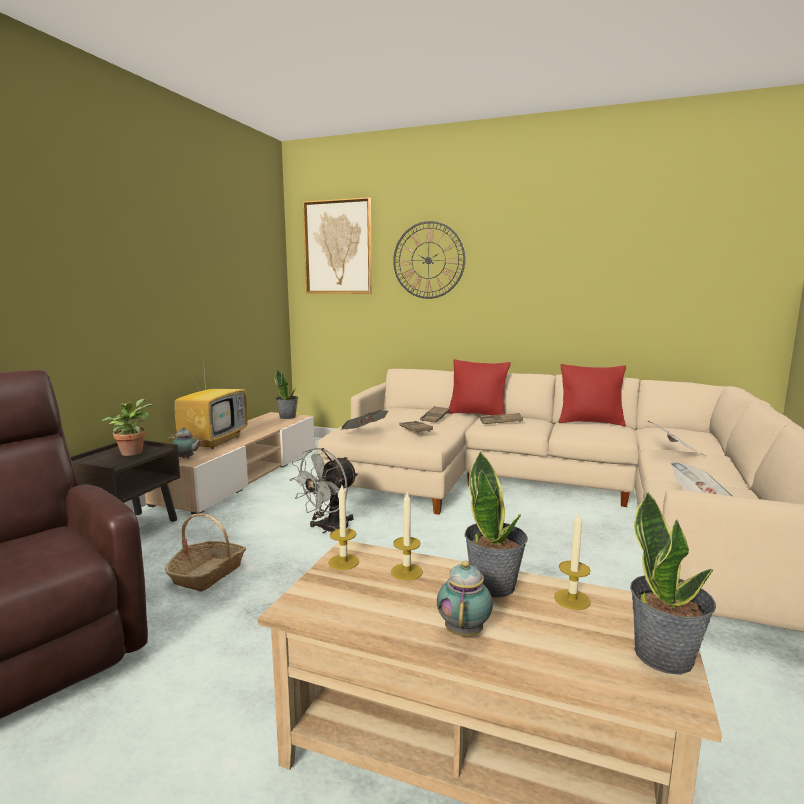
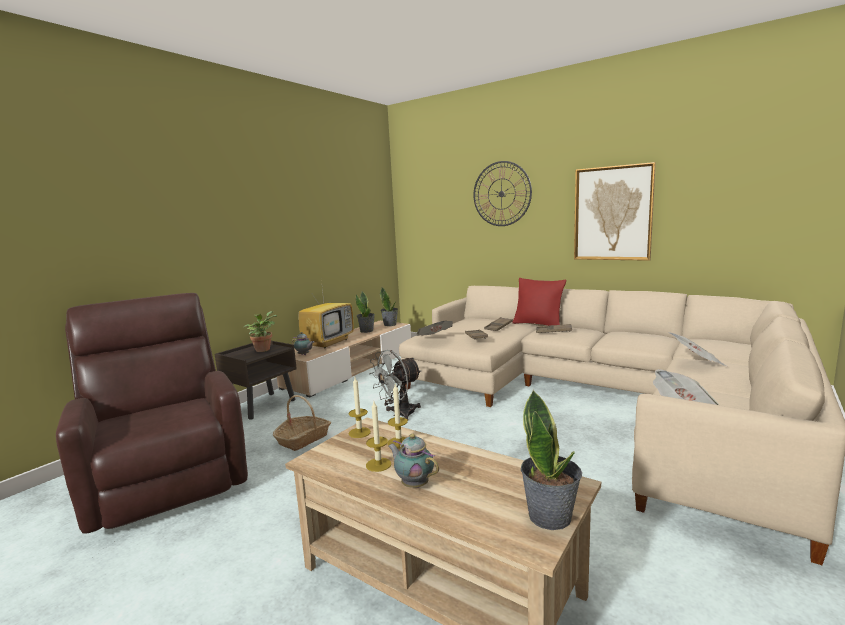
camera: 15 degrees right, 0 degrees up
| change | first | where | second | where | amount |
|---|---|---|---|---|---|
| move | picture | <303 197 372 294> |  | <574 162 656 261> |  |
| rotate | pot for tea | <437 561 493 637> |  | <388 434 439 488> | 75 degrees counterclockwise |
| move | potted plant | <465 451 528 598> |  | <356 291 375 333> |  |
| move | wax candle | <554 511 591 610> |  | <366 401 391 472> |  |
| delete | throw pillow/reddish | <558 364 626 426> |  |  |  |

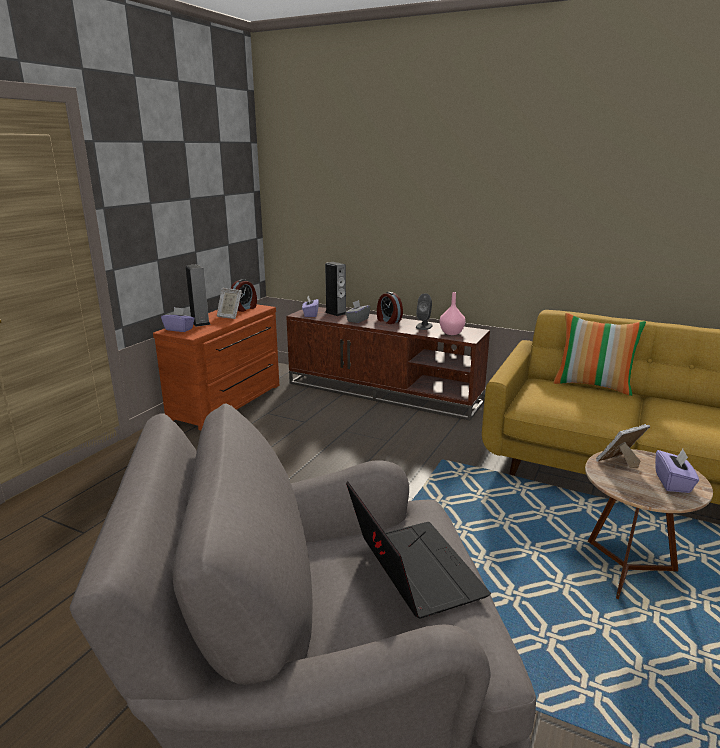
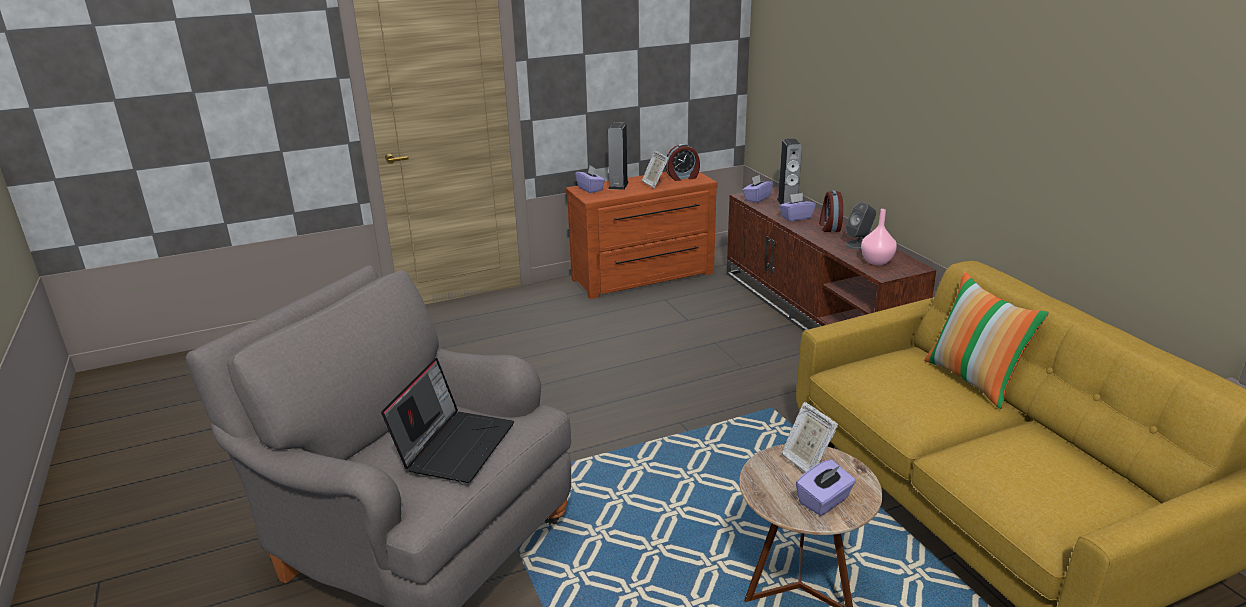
camera: 40 degrees right, 5 degrees up
| change | first | where | second | where | amount |
|---|---|---|---|---|---|
| recolor | box of tissues/gray | <345 300 370 323> | box of tissues/purplish | <779 193 816 222> |  |
| rotate | picture frame | <596 424 650 468> |  | <781 402 838 472> | 135 degrees counterclockwise |

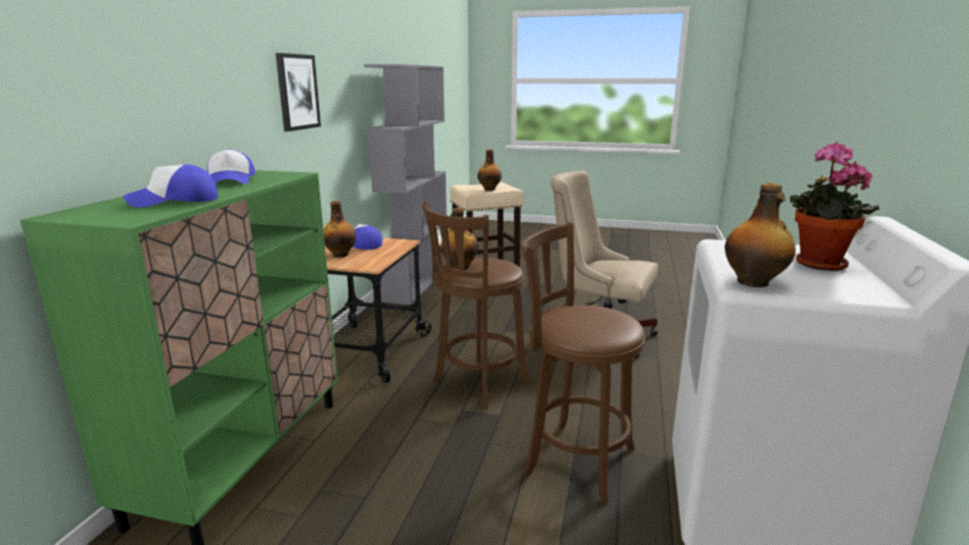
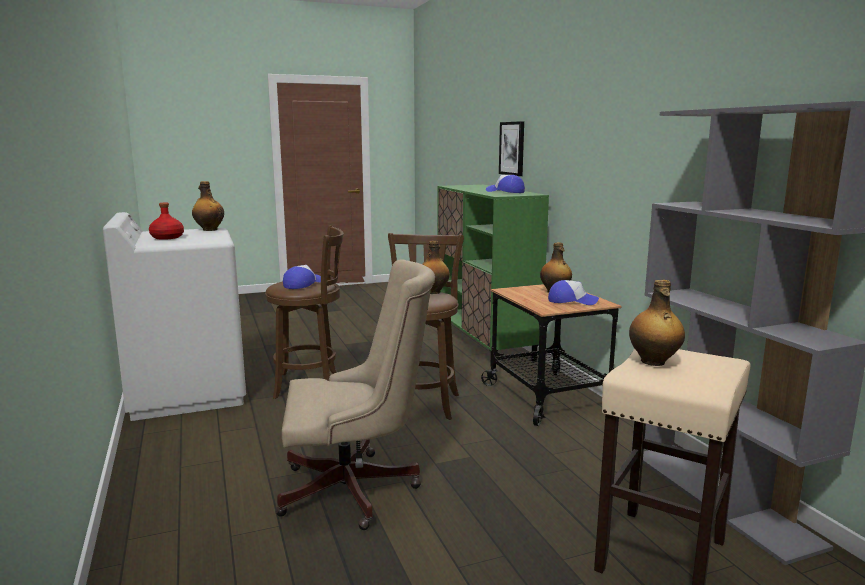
camera: 145 degrees right, 5 degrees down
| change | first | where | second | where | amount |
|---|---|---|---|---|---|
| move | cap | <123 164 218 208> |  | <283 265 321 289> |  |
| move | picture | <276 53 321 131> |  | <499 121 524 176> |  |
| replace | potted plant | <790 142 879 271> | drink bottle/reddish | <149 203 184 240> |  |

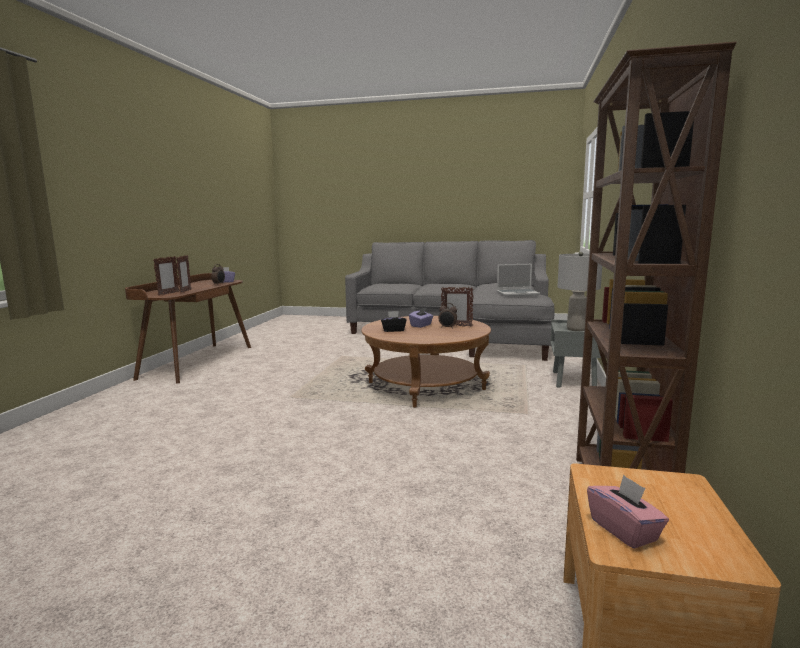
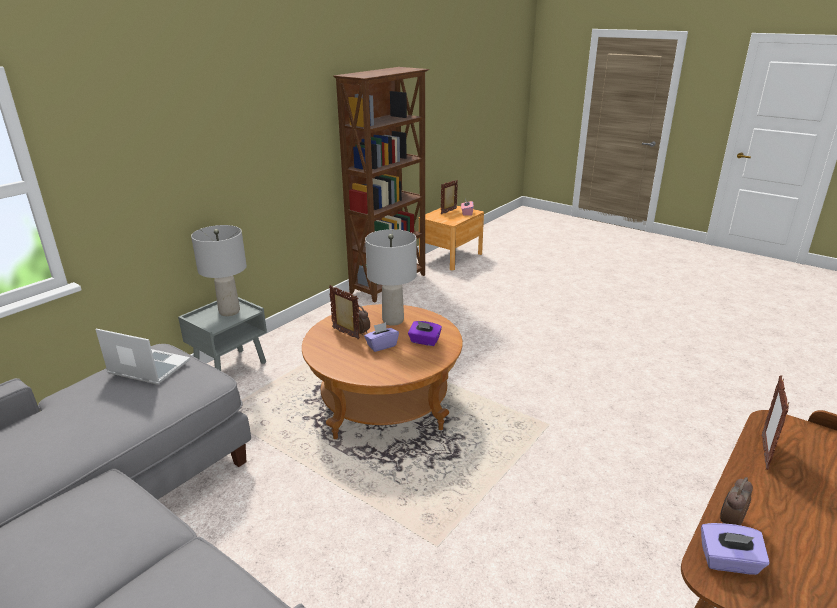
camera: 155 degrees left, 15 degrees up
| change | first | where | second | where | amount |
|---|---|---|---|---|---|
| move | picture frame | <153 256 179 296> |  | <441 180 458 214> |  |
| recolor | box of tissues/black-coloured | <381 311 406 332> | box of tissues/purplish | <408 321 442 346> |  |
| insert |  |  | lamp for a table/gray | <365 229 417 326> |  |

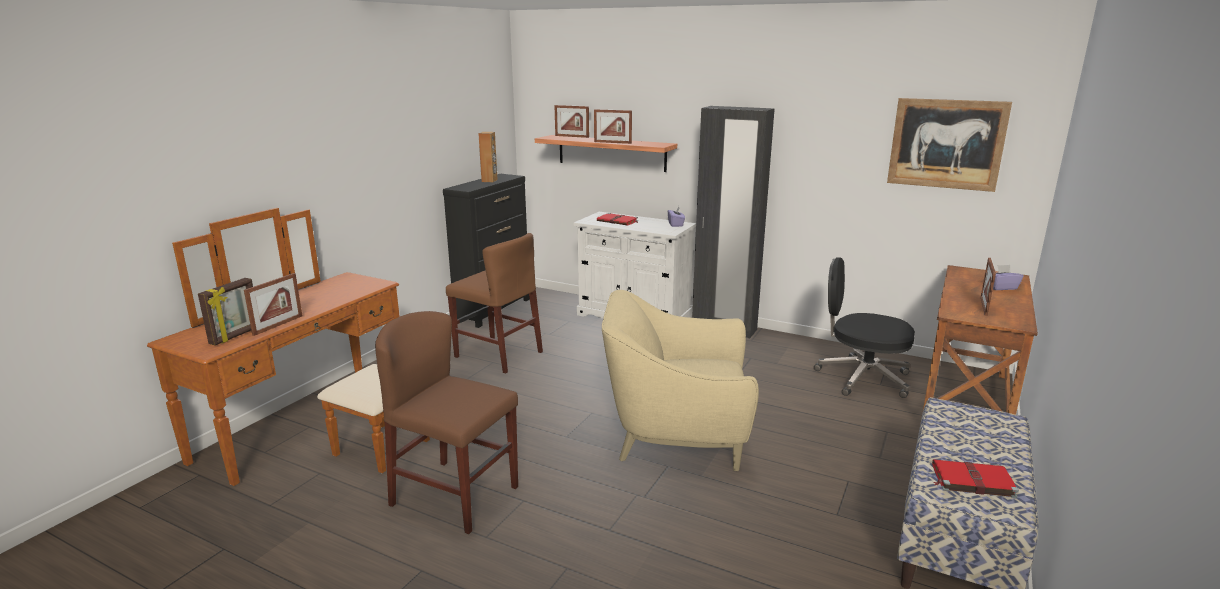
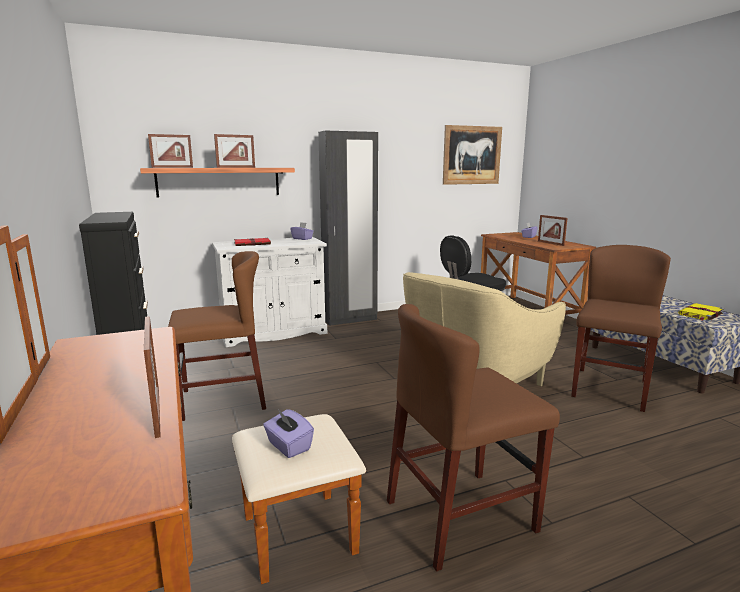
camera: 50 degrees left, 5 degrees down
| change | first | where | second | where | amount |
|---|---|---|---|---|---|
| delete | picture frame | <198 278 253 345> |  |  |  |
| delete | loudspeaker/brownish | <478 132 498 182> |  |  |  |
| recolor | volume/reddish | <932 459 1019 498> | volume/yellowish | <678 303 724 321> |  |
| insert |  |  | box of tissues/purplish | <263 409 314 458> |  |
| insert |  |  | upright chair/brownish | <571 245 671 412> |  |

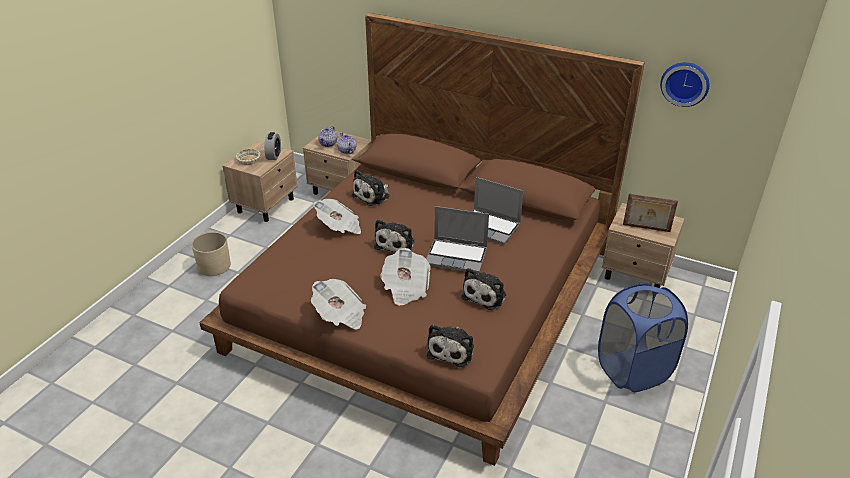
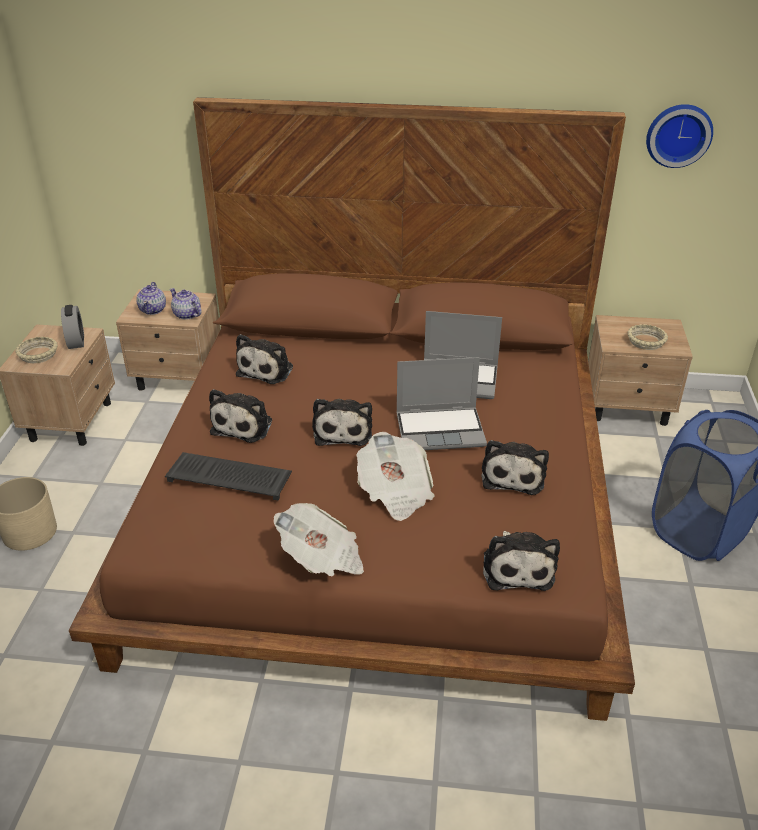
camera: 20 degrees left, 0 degrees up
| change | first | where | second | where | amount |
|---|---|---|---|---|---|
| replace | daily paper | <313 199 361 234> | plush toy | <209 389 272 443> |  |
| replace | picture frame | <623 194 678 232> | serving bowl/sand-coloured | <628 324 668 350> |  |
| insert |  |  | PC keyboard | <165 452 292 500> |  |

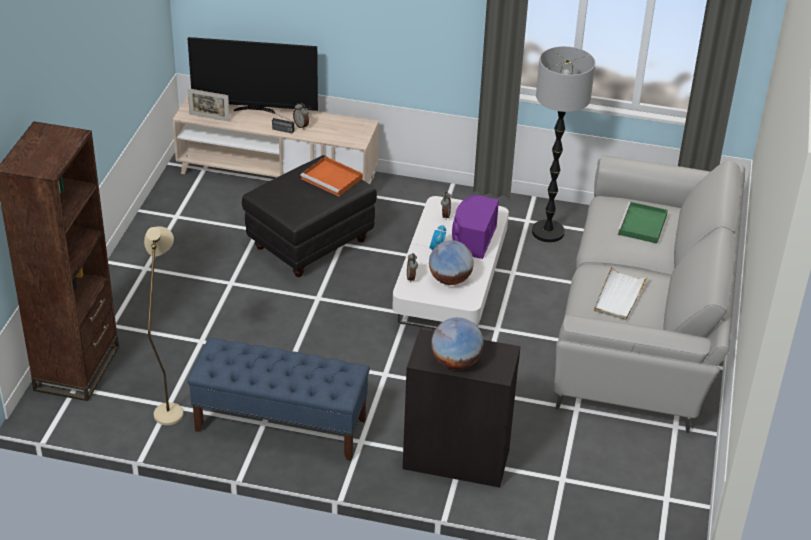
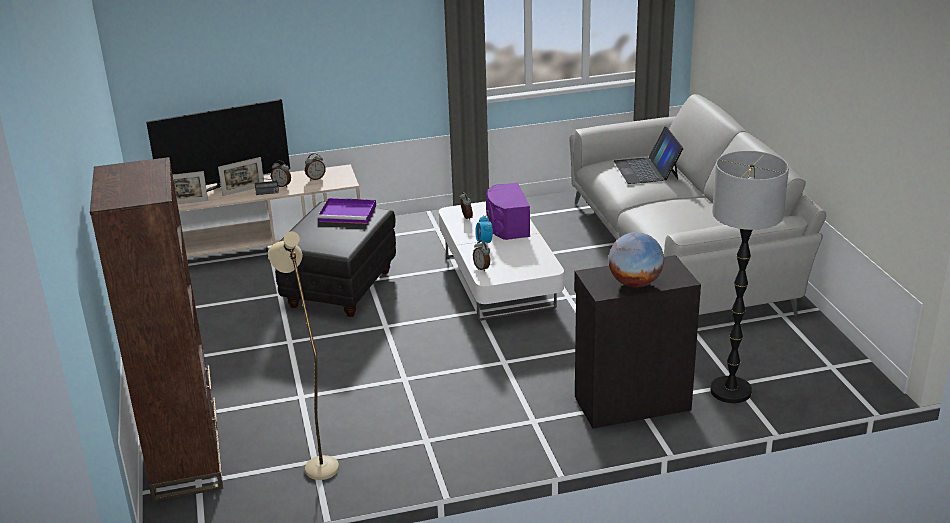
camera: 25 degrees left, 10 degrees down
| change | first | where | second | where | amount |
|---|---|---|---|---|---|
| delete | long seat/bluish | <187 337 370 461> |  |  |  |
| recolor | carrying tray/orange | <300 156 363 196> | carrying tray/purplish | <318 198 376 224> |  |
| delete | globe | <429 240 474 285> |  |  |  |
| move | standard lamp | <532 46 595 243> |  | <710 151 789 403> |  |
| delete | carrying tray/white | <594 267 649 320> |  |  |  |
| replace | carrying tray/greenish | <617 202 668 243> | portable computer | <614 126 683 184> |  |
| insert |  |  | picture frame | <218 157 264 196> |  |
| insert |  |  | bedside clock | <305 153 326 181> |  |

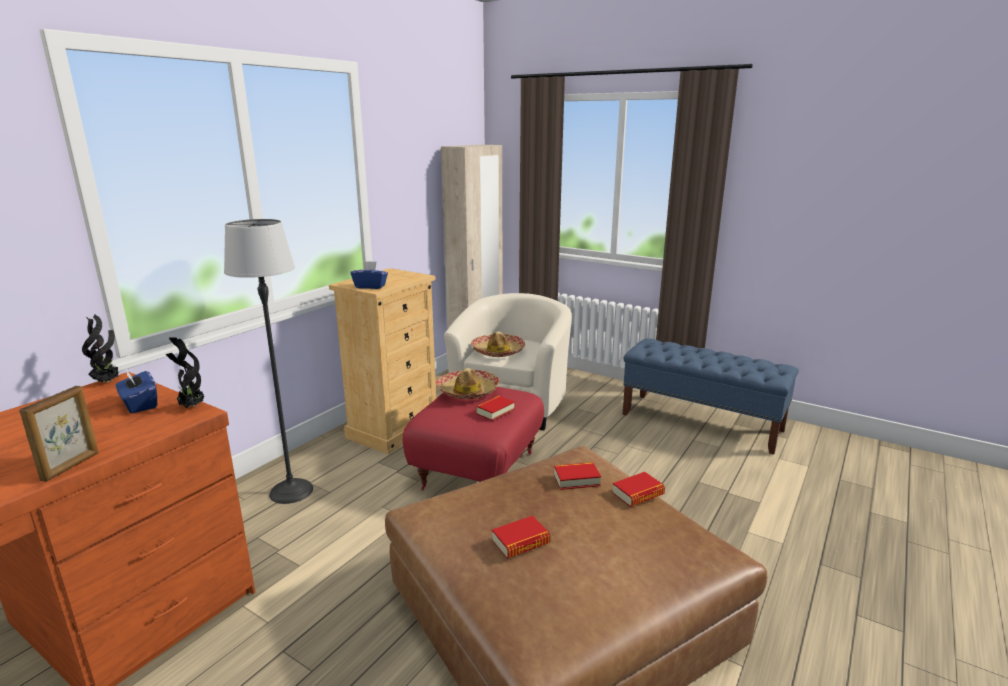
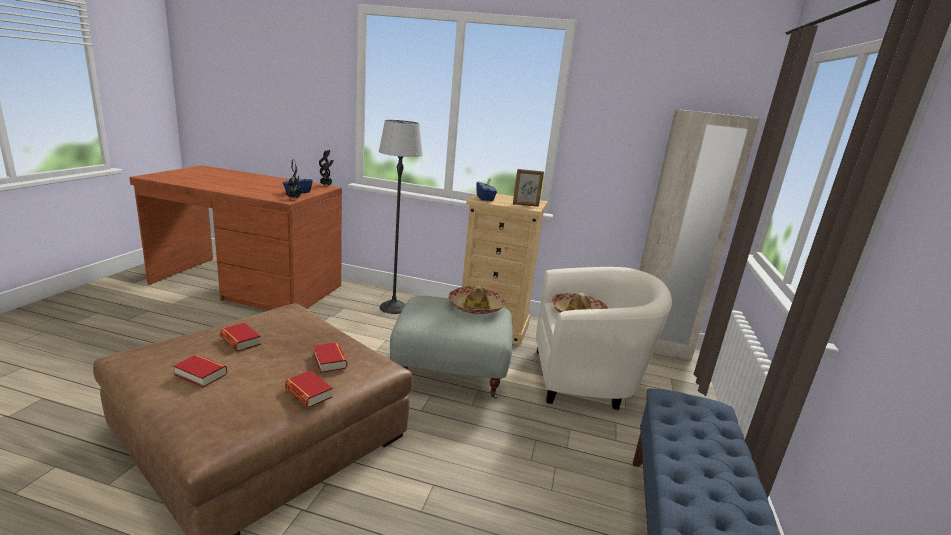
camera: 70 degrees right, 0 degrees up
| change | first | where | second | where | amount |
|---|---|---|---|---|---|
| move | picture frame | <19 386 99 482> |  | <513 169 544 207> |  |
| recolor | footrest/reddish | <403 387 544 490> | footrest/gray | <390 296 513 399> |  |
| move | volume | <476 396 515 421> |  | <173 354 227 388> |  |

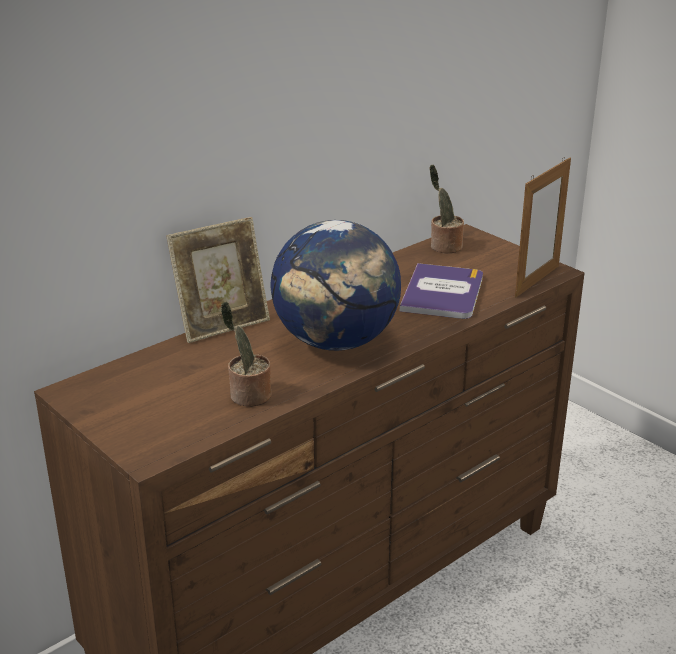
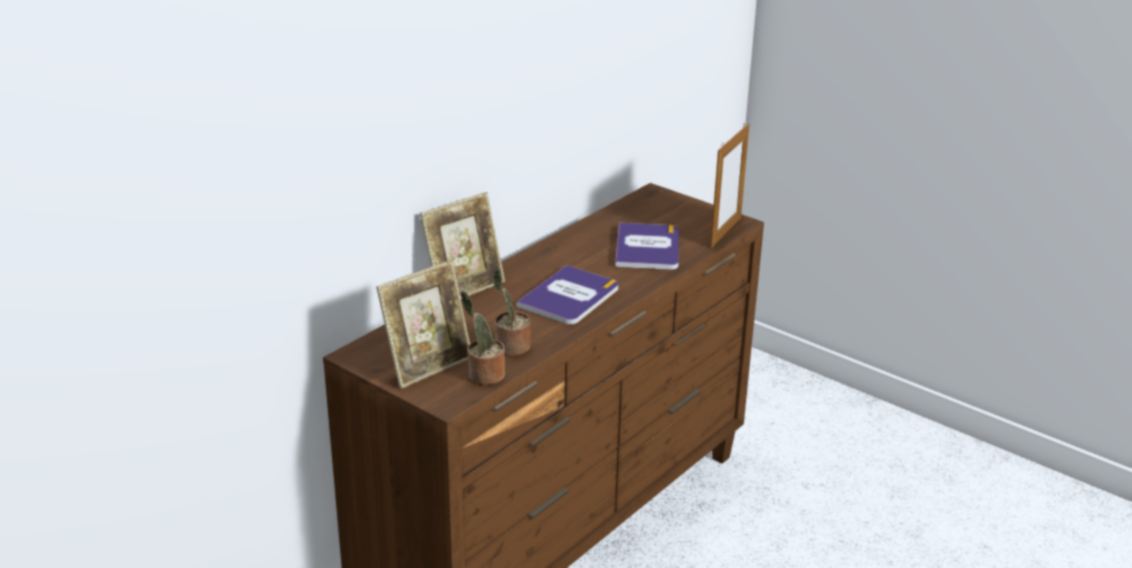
camera: 10 degrees left, 0 degrees up
| change | first | where | second | where | amount |
|---|---|---|---|---|---|
| replace | globe | <271 220 401 351> | volume | <517 265 619 325> |  |
| move | potted plant | <430 165 464 253> |  | <461 291 505 385> |  |
| insert |  |  | picture frame | <376 260 470 389> |  |

